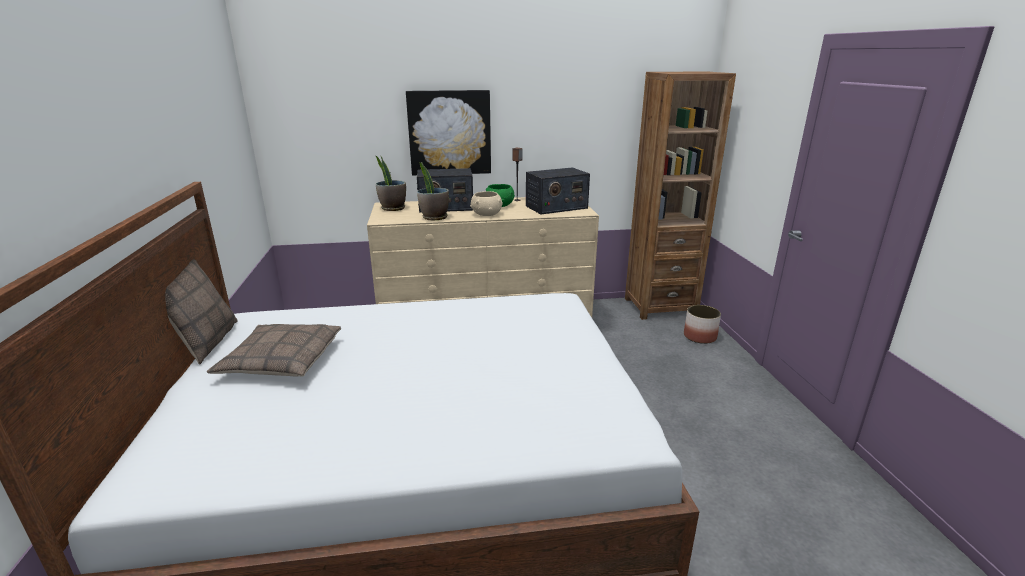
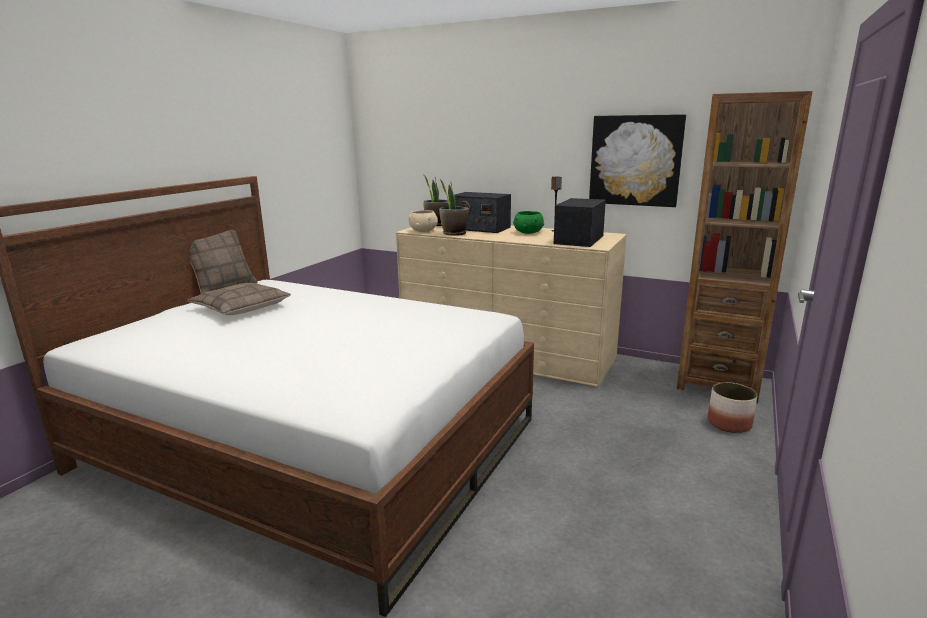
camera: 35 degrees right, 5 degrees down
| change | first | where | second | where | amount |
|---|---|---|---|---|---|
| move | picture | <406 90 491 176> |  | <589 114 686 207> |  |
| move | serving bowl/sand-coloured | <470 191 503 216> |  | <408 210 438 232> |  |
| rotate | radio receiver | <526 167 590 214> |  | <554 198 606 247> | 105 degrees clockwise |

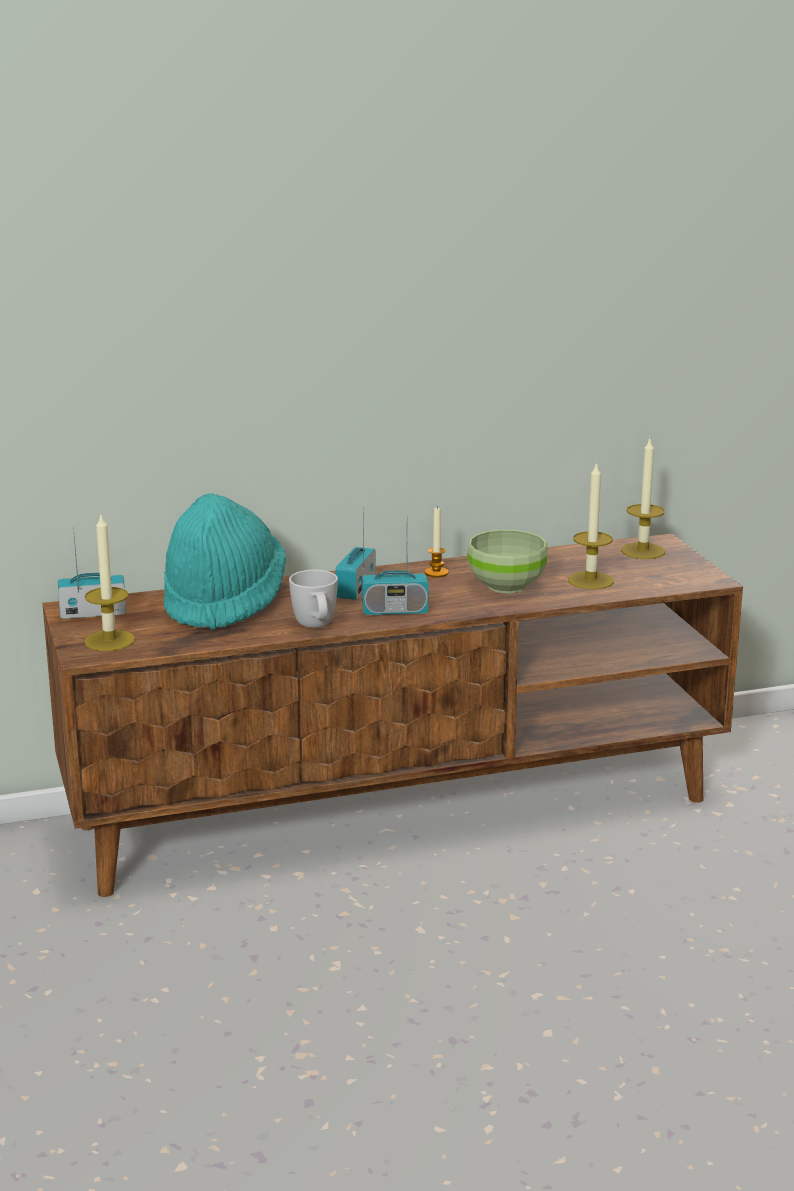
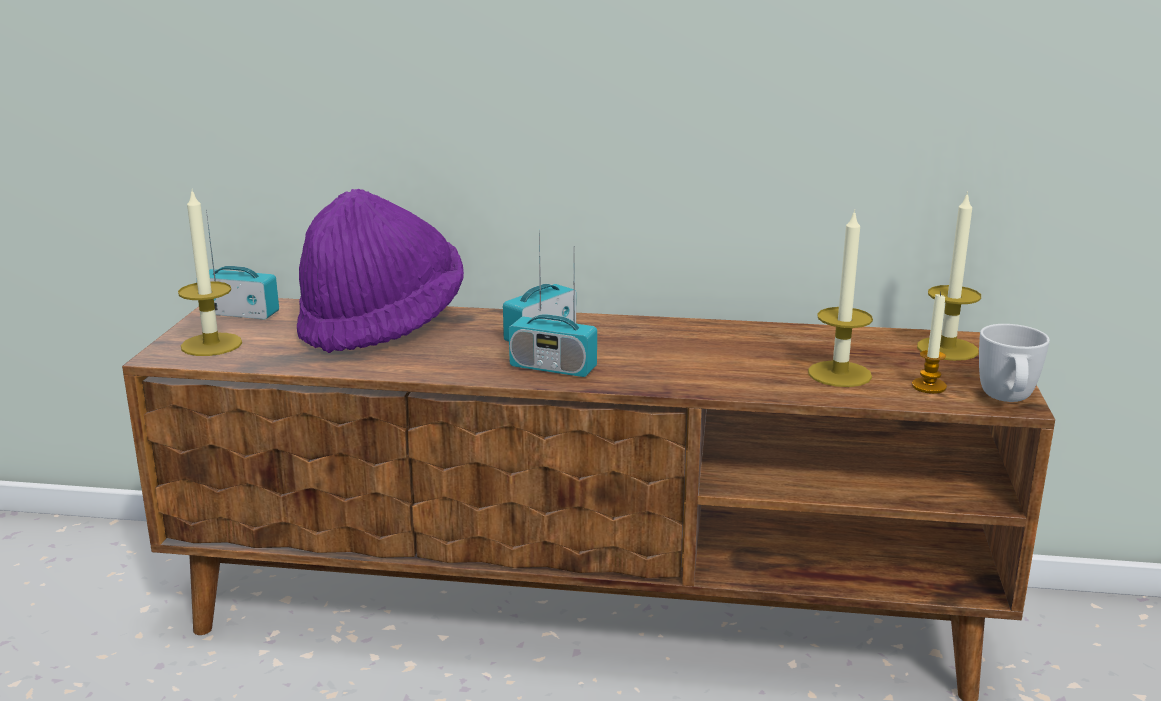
camera: 25 degrees right, 0 degrees up
| change | first | where | second | where | amount |
|---|---|---|---|---|---|
| recolor | wearable hat/turquoise | <164 493 286 630> | wearable hat/purplish | <297 189 464 353> |  |
| move | tea mug/white | <289 570 338 628> |  | <979 324 1050 402> |  |
| move | wax candle | <425 506 448 578> |  | <912 292 947 394> |  |
| delete | serving bowl/greenish | <467 529 548 593> |  |  |  |

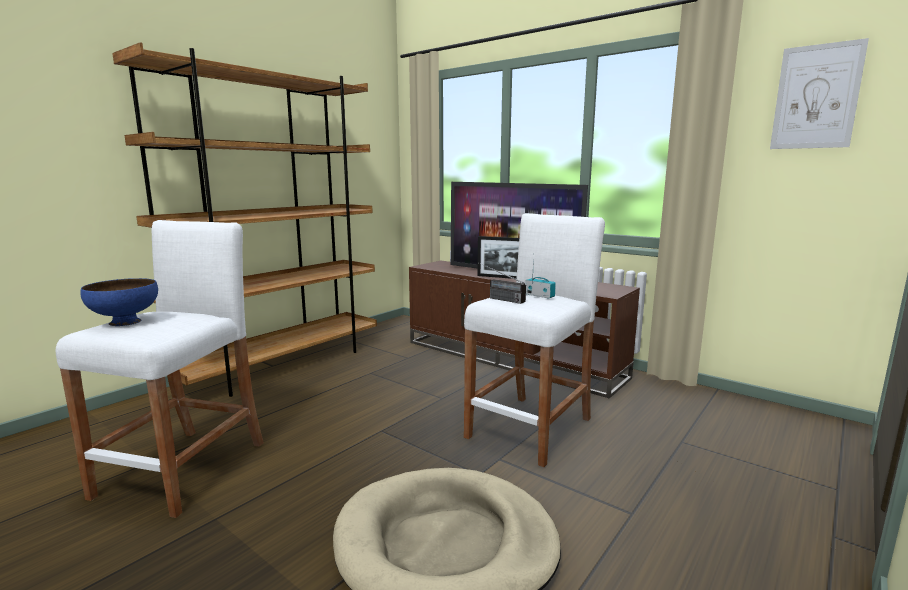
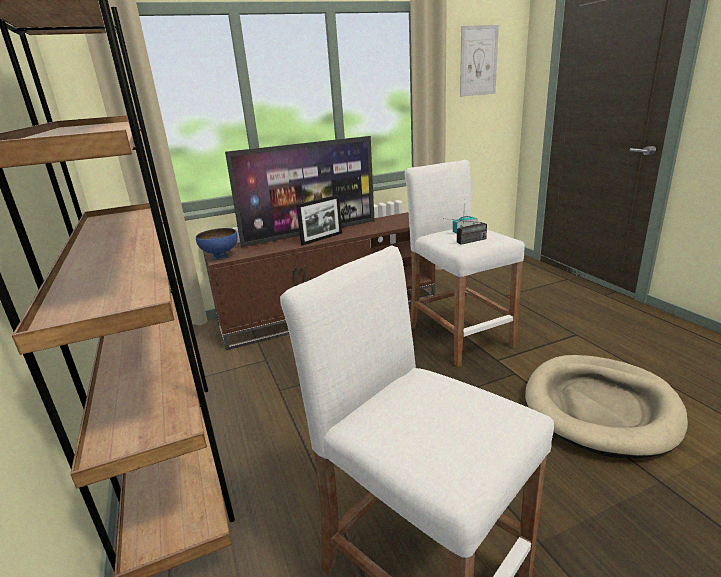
camera: 60 degrees left, 10 degrees up
| change | first | where | second | where | amount |
|---|---|---|---|---|---|
| move | serving bowl/bluish | <81 278 158 326> |  | <196 228 238 260> |  |

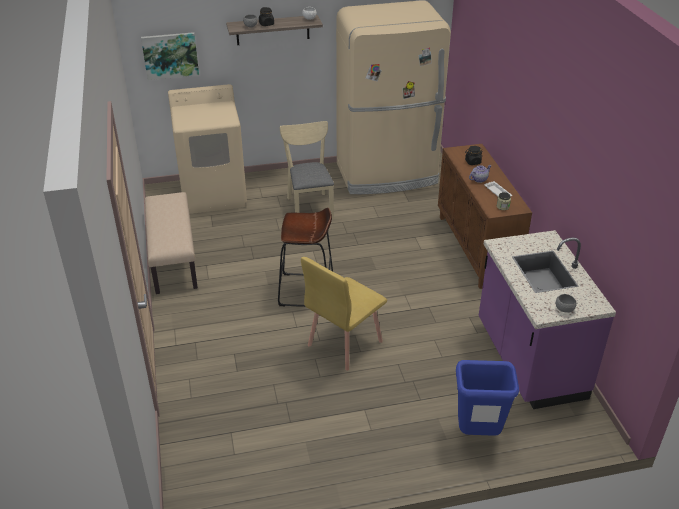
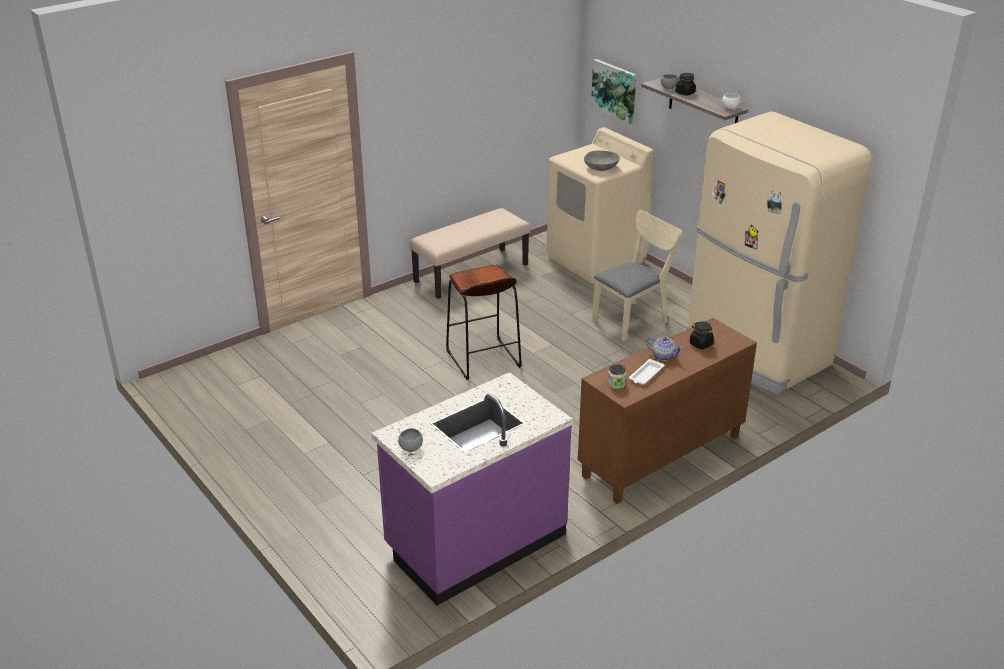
camera: 65 degrees right, 5 degrees down
| change | first | where | second | where | amount |
|---|---|---|---|---|---|
| delete | upright chair/yellowish | <301 257 387 371> |  |  |  |
| delete | rubbish bin/bluish | <456 360 519 436> |  |  |  |
| insert |  |  | serving bowl/gray | <584 150 620 171> |  |

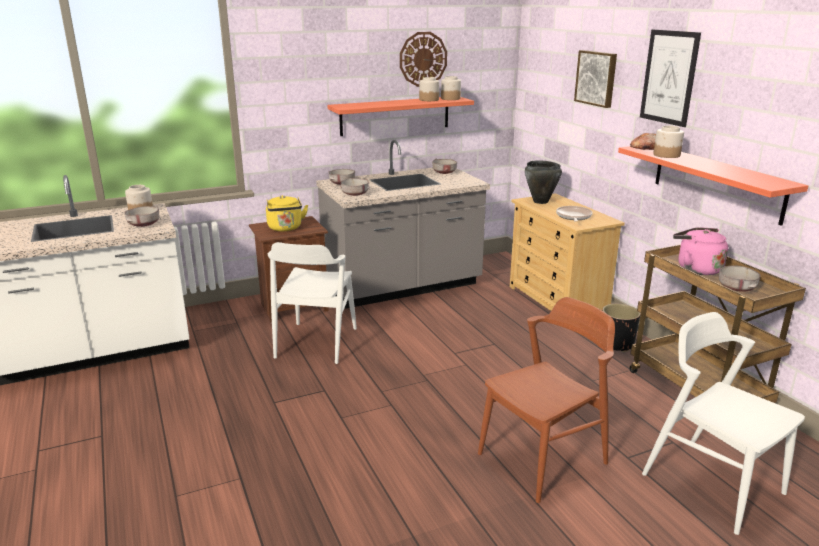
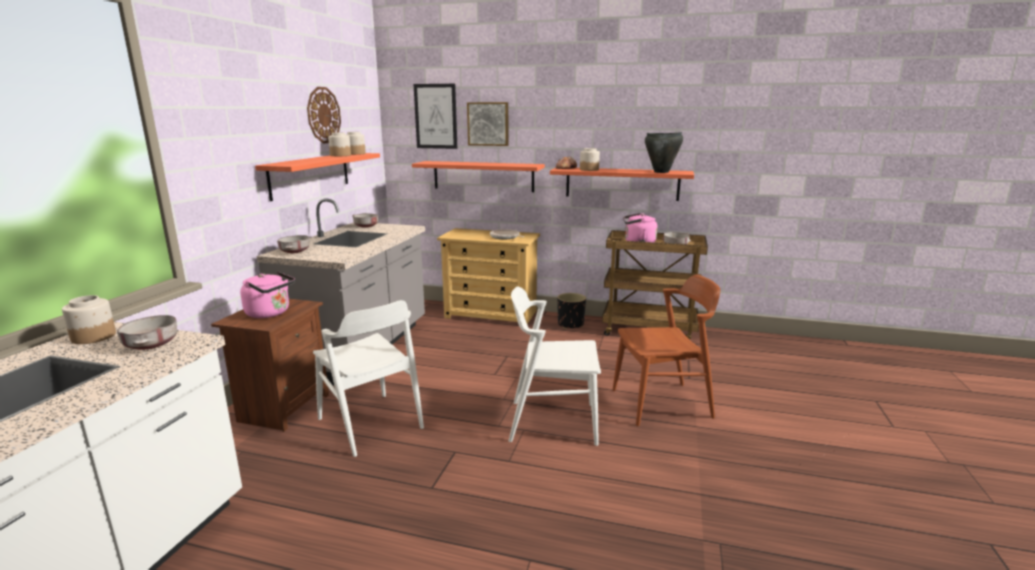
camera: 50 degrees left, 5 degrees down
| change | first | where | second | where | amount |
|---|---|---|---|---|---|
| recolor | kettle/yellowish | <266 195 308 231> | kettle/pinkish | <240 271 295 318> |  |
| delete | serving bowl/gray | <340 178 370 196> |  |  |  |
| rotate | upright chair/brownish | <478 297 615 503> |  | <612 274 720 426> | 75 degrees clockwise |
| move | cooking pot/black-coloured | <525 160 562 204> |  | <645 132 683 173> |  |
| move | picture | <640 30 701 127> |  | <414 84 457 149> |  |
| move | upright chair/white | <642 312 805 535> |  | <509 286 601 446> |  |
| insert |  |  | bracket shelf | <412 161 545 192> |  |

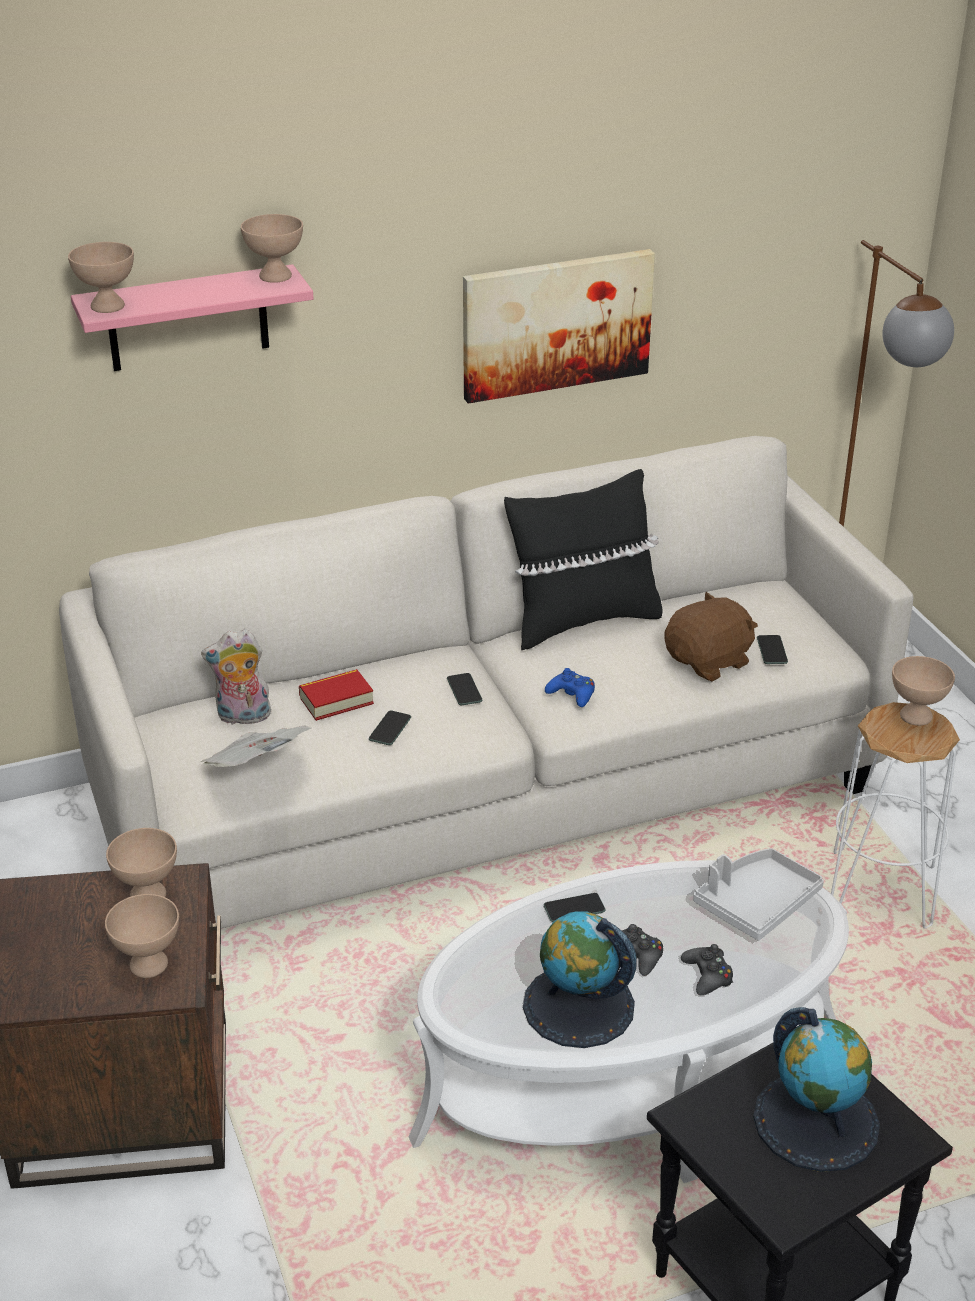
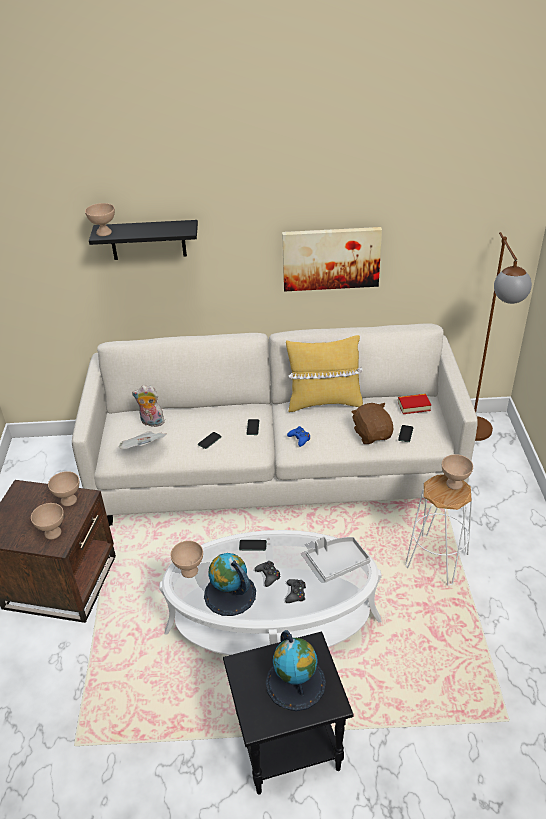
camera: 20 degrees right, 5 degrees up
| change | first | where | second | where | amount |
|---|---|---|---|---|---|
| recolor | bracket shelf/pinkish | <71 264 314 371> | bracket shelf/black-coloured | <89 220 198 260> |  |
| move | serving bowl/sand-coloured | <241 214 303 283> |  | <171 541 203 578> |  |
| move | volume | <299 669 374 721> |  | <398 394 431 414> |  |
| recolor | throw pillow/black-coloured | <504 469 663 650> | throw pillow/yellowish | <286 335 363 412> |  |
| rotate | plush toy/brownish | <664 591 758 681> |  | <351 403 393 444> | 90 degrees counterclockwise |

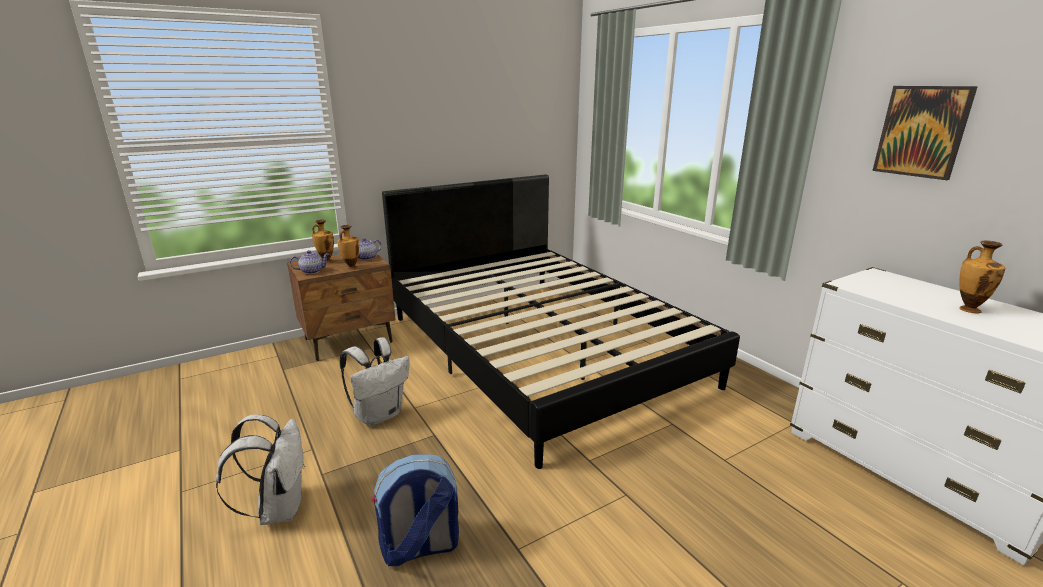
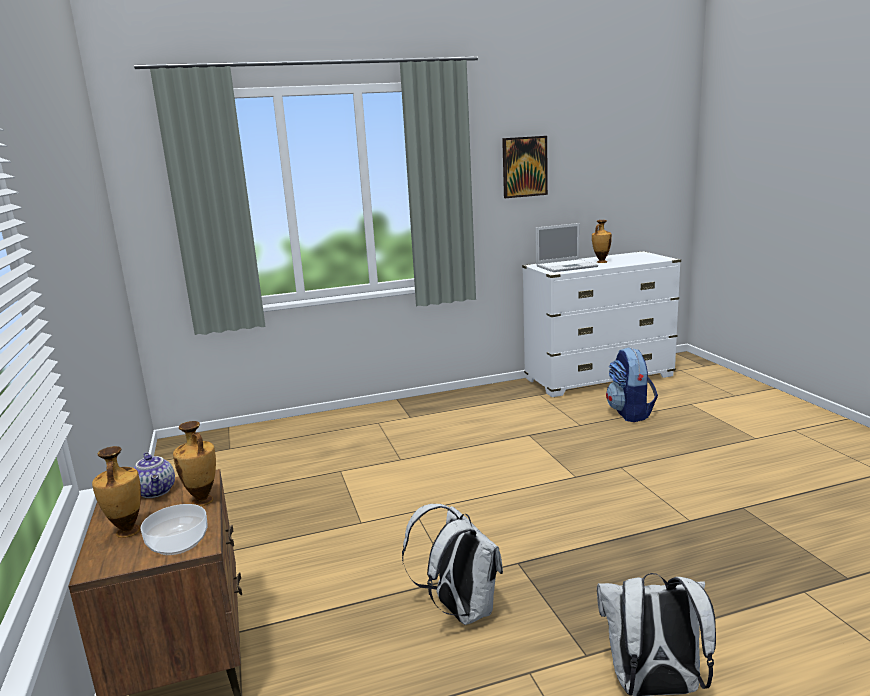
camera: 75 degrees left, 5 degrees down
| change | first | where | second | where | amount |
|---|---|---|---|---|---|
| replace | pot for tea | <290 250 329 274> | serving bowl | <141 504 208 555> |  |
| move | knapsack | <371 454 459 566> |  | <606 347 658 422> |  |
| delete | sleeping bed/black-coloured | <382 174 740 469> |  |  |  |
| insert |  |  | portable computer | <535 223 598 272> |  |

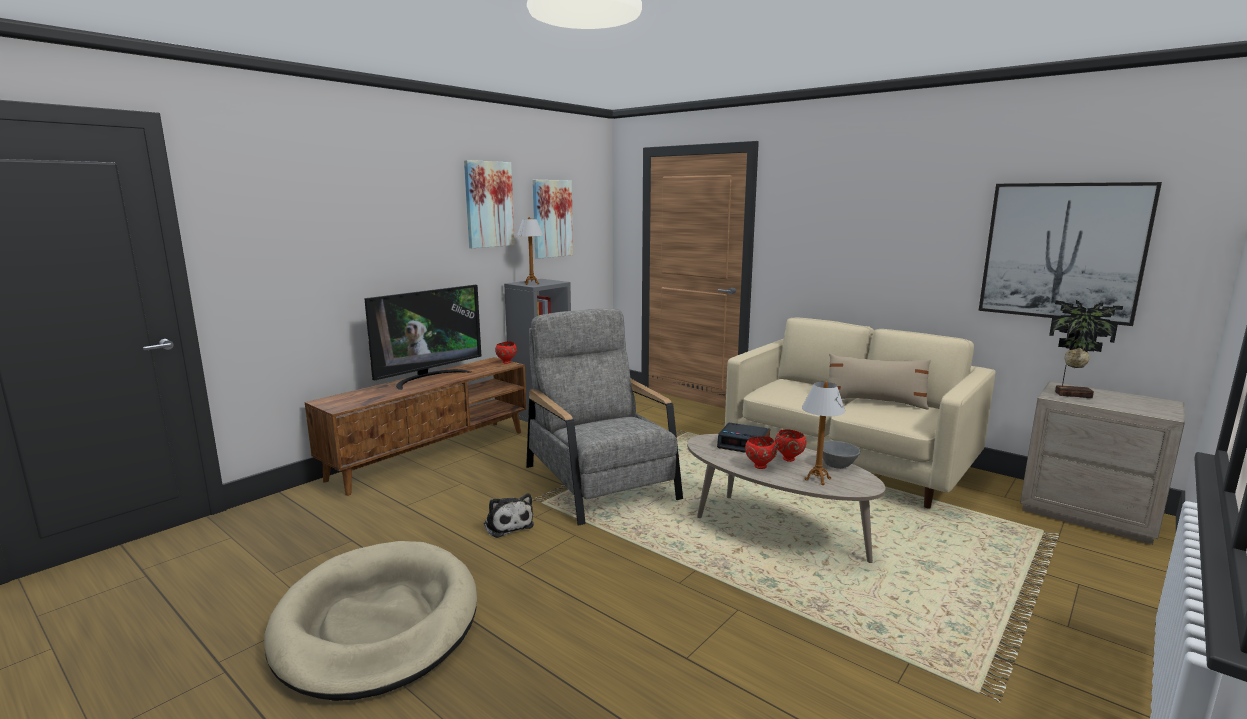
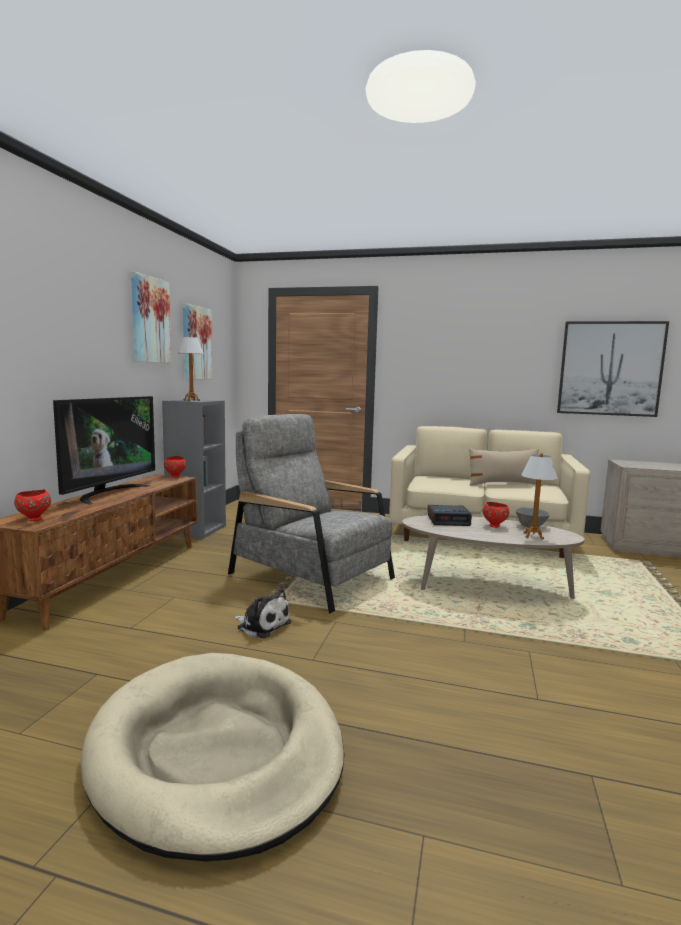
camera: 25 degrees left, 5 degrees down
| change | first | where | second | where | amount |
|---|---|---|---|---|---|
| move | serving bowl/reddish | <745 437 777 469> |  | <14 490 51 521> |  |
| delete | potted plant | <1049 300 1123 398> |  |  |  |

